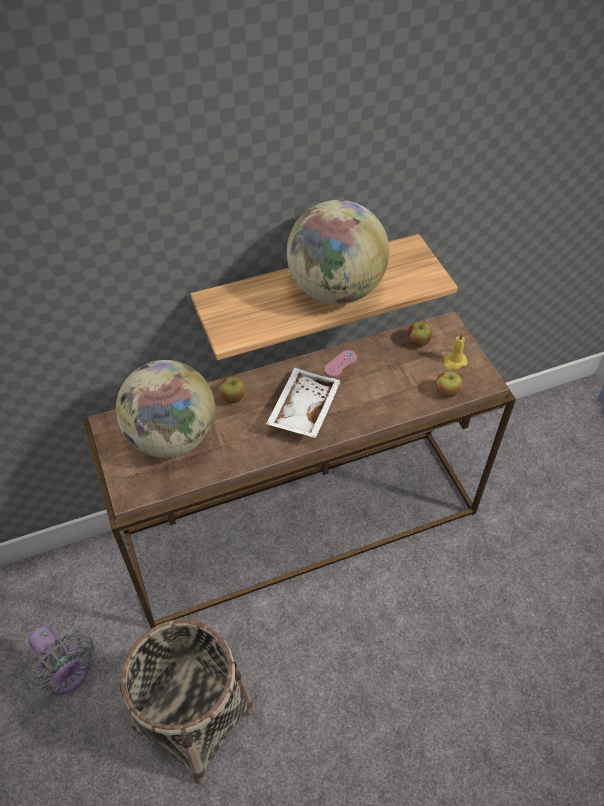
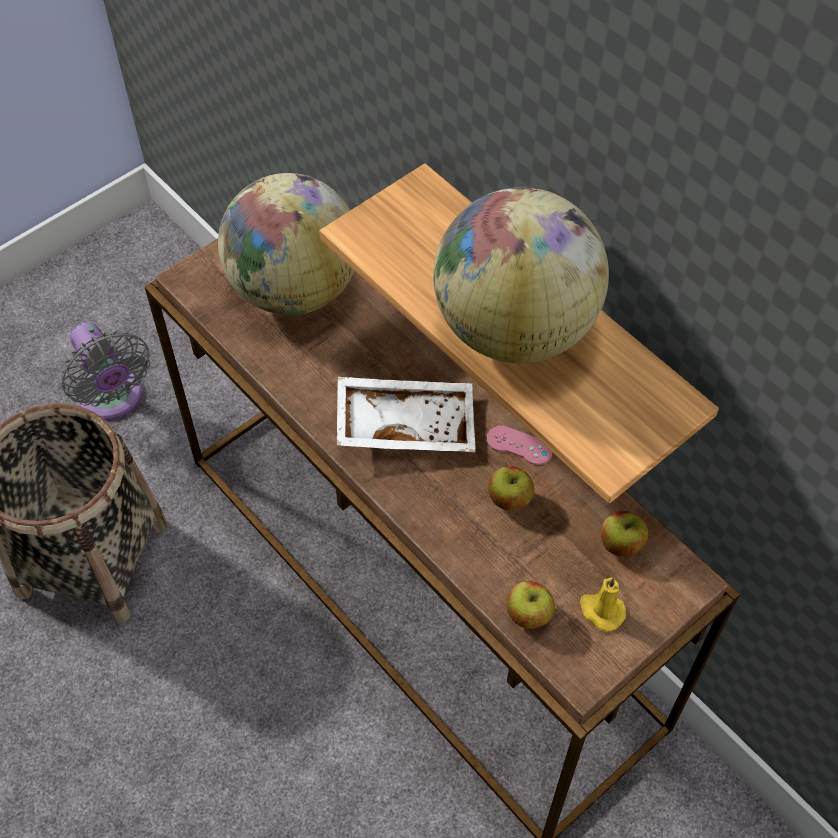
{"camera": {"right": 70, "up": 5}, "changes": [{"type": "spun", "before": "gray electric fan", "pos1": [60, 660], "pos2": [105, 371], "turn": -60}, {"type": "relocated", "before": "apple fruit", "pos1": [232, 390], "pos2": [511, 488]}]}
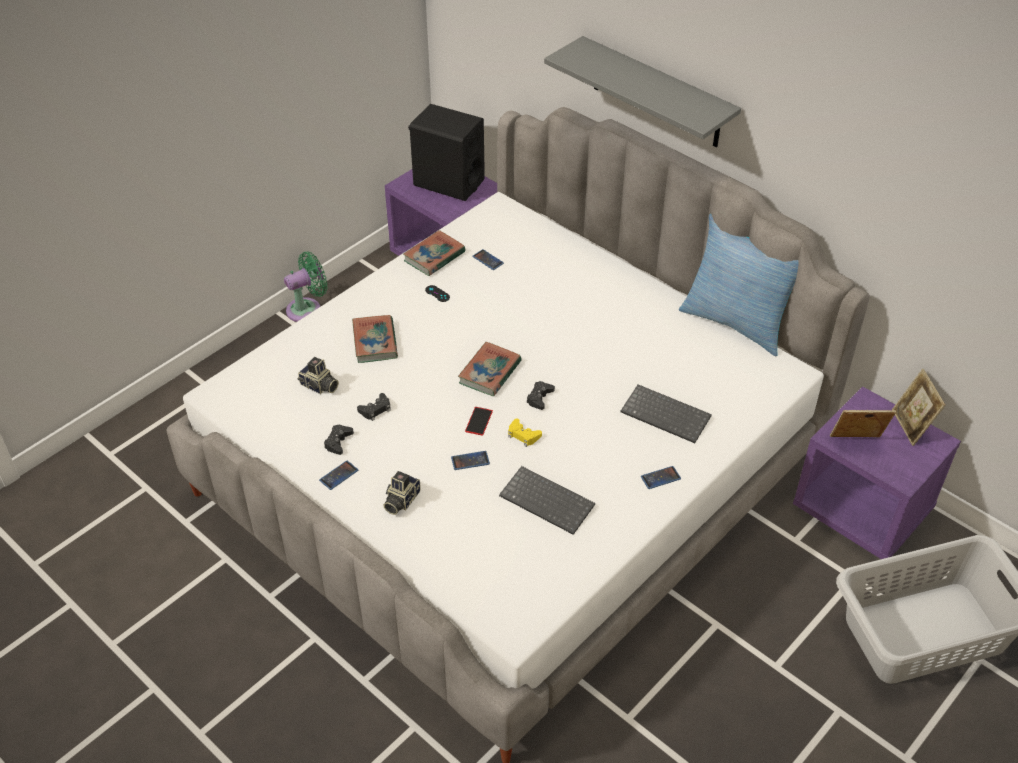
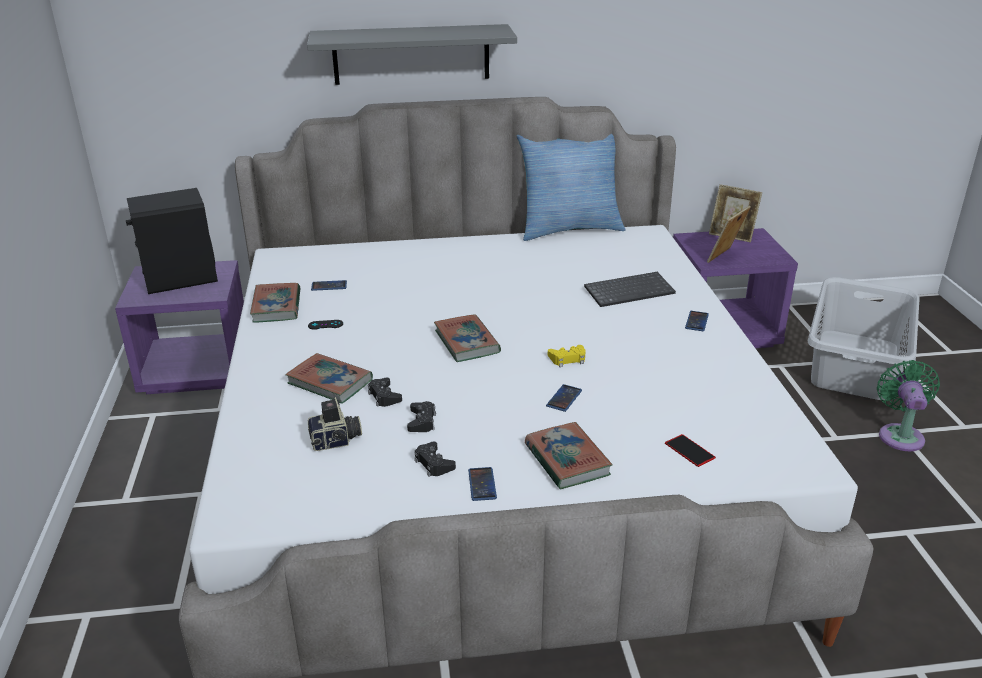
{"camera": {"right": -50, "up": -15}, "changes": [{"type": "relocated", "before": "green-coloured electric fan", "pos1": [306, 287], "pos2": [908, 405]}, {"type": "exchanged", "before": "photo camera", "after": "bound book", "pos1": [402, 493], "pos2": [569, 455]}, {"type": "relocated", "before": "telephone", "pos1": [479, 421], "pos2": [690, 450]}, {"type": "missing", "before": "keyboard", "pos1": [547, 500]}, {"type": "relocated", "before": "black-coloured joypad", "pos1": [540, 395], "pos2": [385, 392]}]}
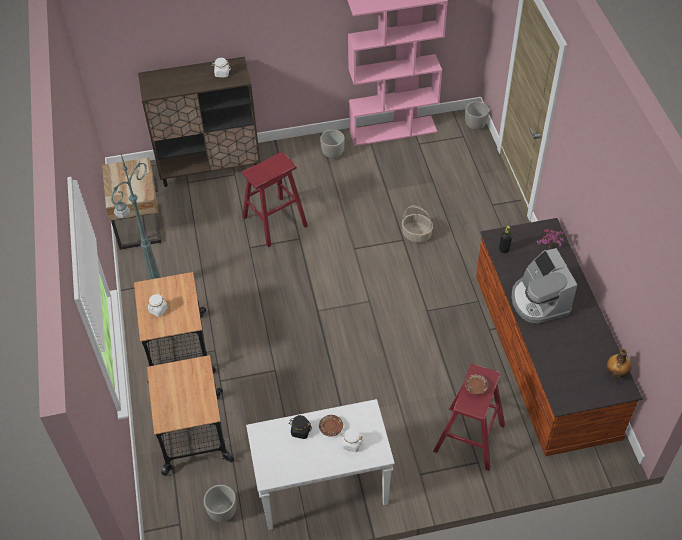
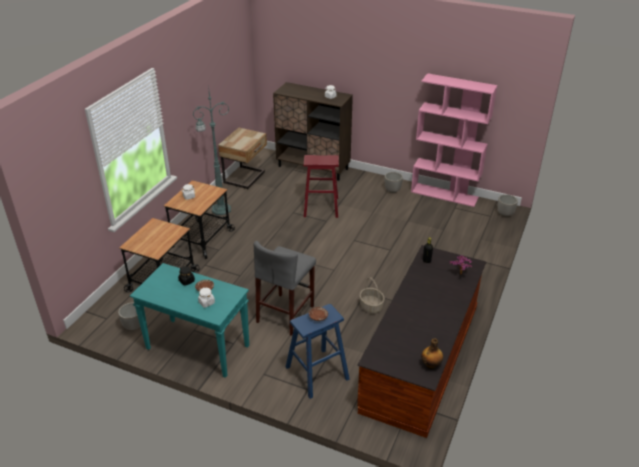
{"camera": {"right": 35, "up": -15}, "changes": [{"type": "colour", "before": "whitish console table", "after": "turquoise-coloured console table", "pos1": [320, 464], "pos2": [189, 320]}, {"type": "relocated", "before": "storage basket", "pos1": [417, 224], "pos2": [372, 295]}, {"type": "colour", "before": "reddish sitting stool", "after": "bluish sitting stool", "pos1": [469, 417], "pos2": [317, 351]}, {"type": "missing", "before": "coffee maker", "pos1": [544, 285]}, {"type": "appeared", "after": "gray sitting stool", "pos2": [285, 288]}]}
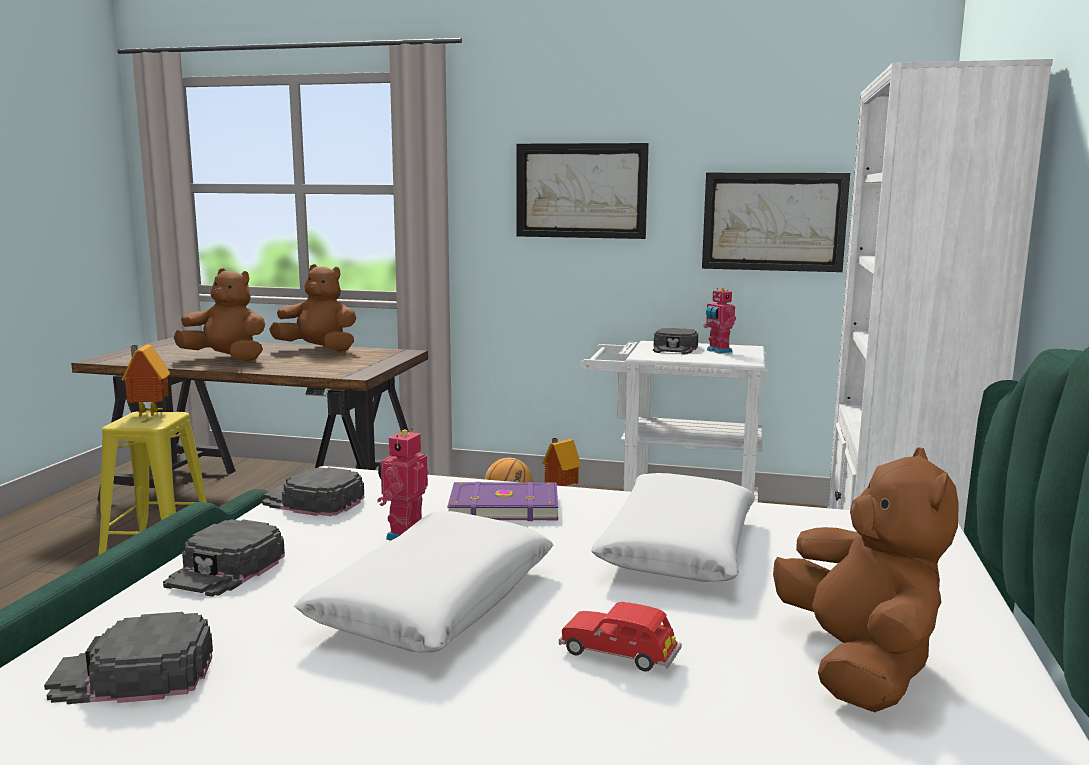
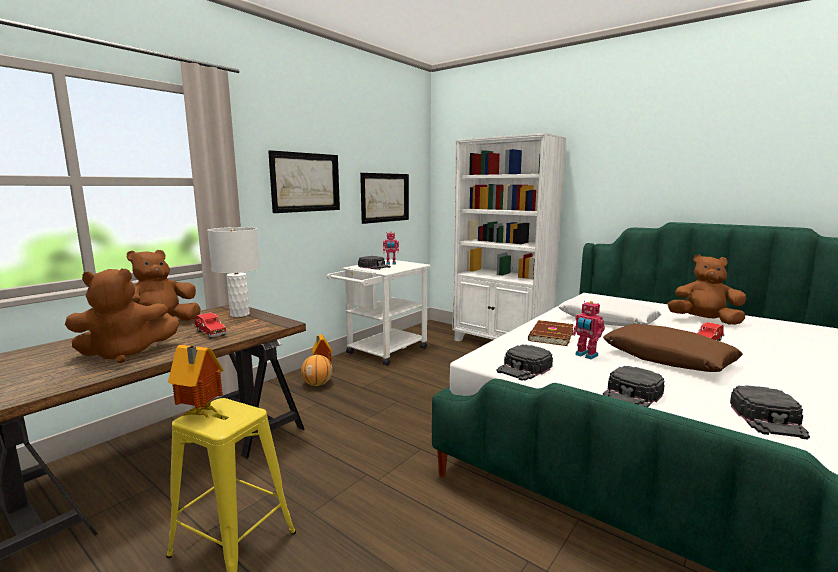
{"camera": {"right": -65, "up": 0}, "changes": [{"type": "spun", "before": "black-coloured cap", "pos1": [224, 558], "pos2": [634, 386], "turn": 90}, {"type": "spun", "before": "brown soft toy", "pos1": [219, 314], "pos2": [122, 316], "turn": -150}, {"type": "colour", "before": "whitish cushion", "after": "brown cushion", "pos1": [423, 581], "pos2": [673, 348]}, {"type": "colour", "before": "purple bound book", "after": "brown bound book", "pos1": [502, 501], "pos2": [551, 333]}, {"type": "appeared", "after": "reddish miniature car", "pos2": [210, 326]}, {"type": "appeared", "after": "whitish tabletop lamp", "pos2": [233, 272]}]}
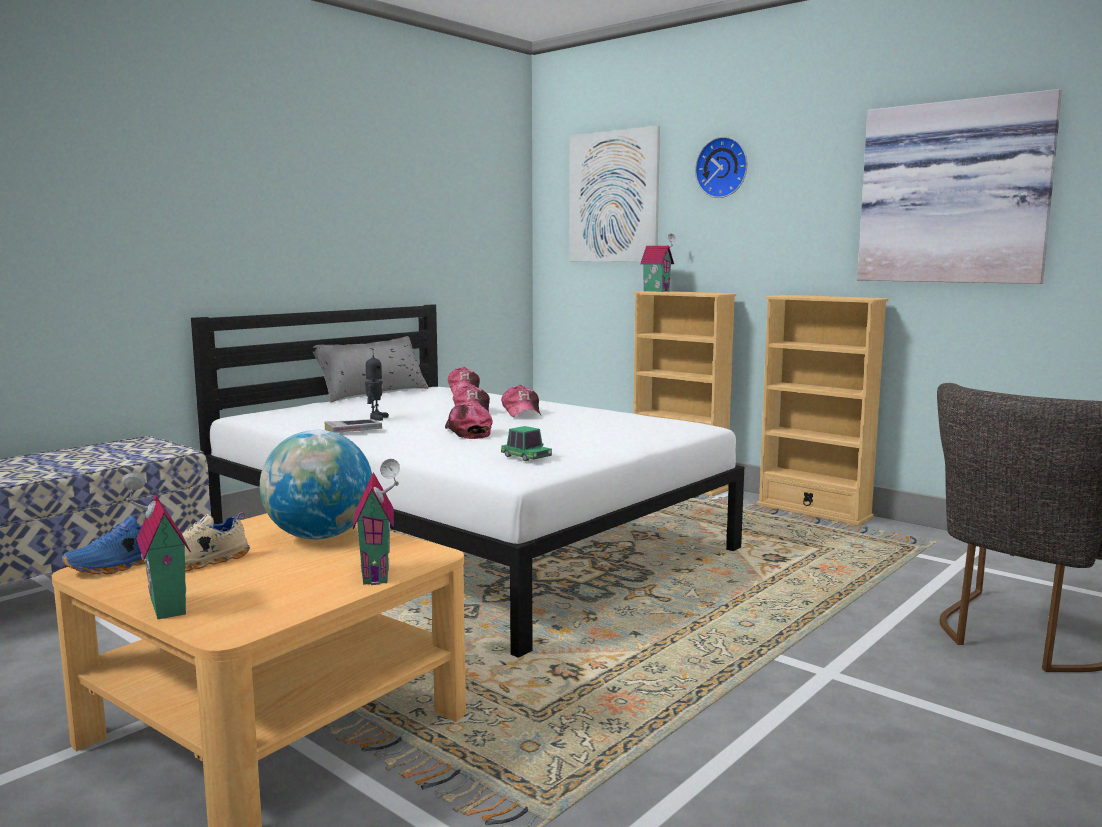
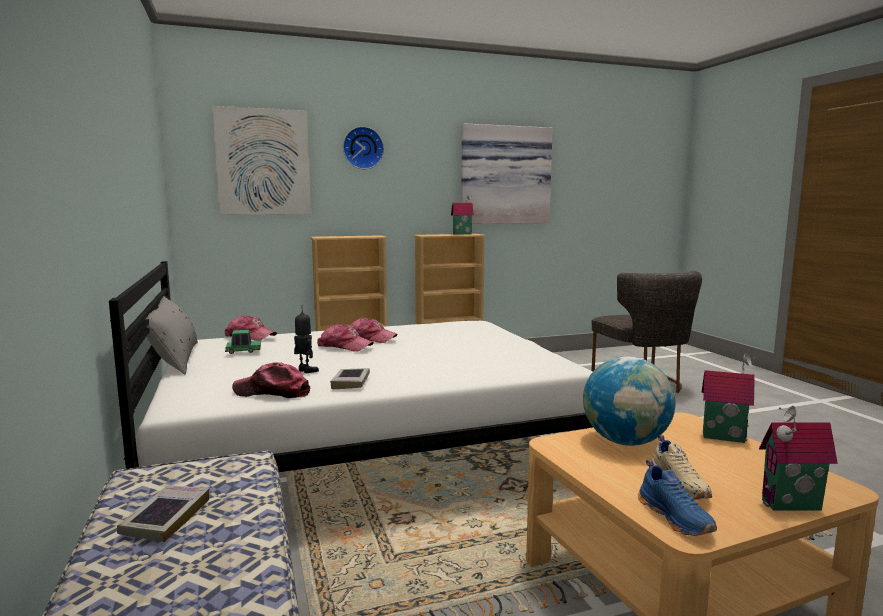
{"camera": {"right": -60, "up": 0}, "changes": [{"type": "relocated", "before": "cap", "pos1": [469, 421], "pos2": [271, 380]}, {"type": "relocated", "before": "miniature car", "pos1": [526, 443], "pos2": [243, 342]}, {"type": "relocated", "before": "model house", "pos1": [658, 263], "pos2": [462, 214]}, {"type": "appeared", "after": "bound book", "pos2": [163, 514]}]}
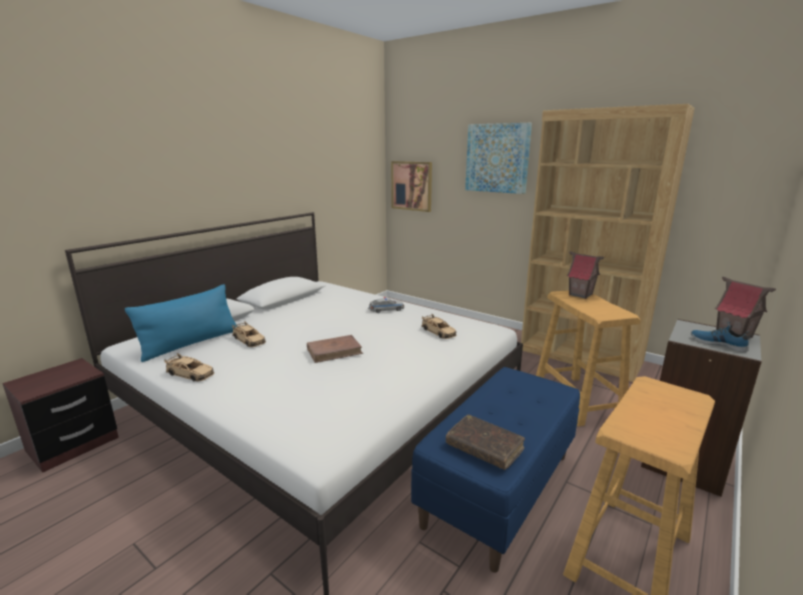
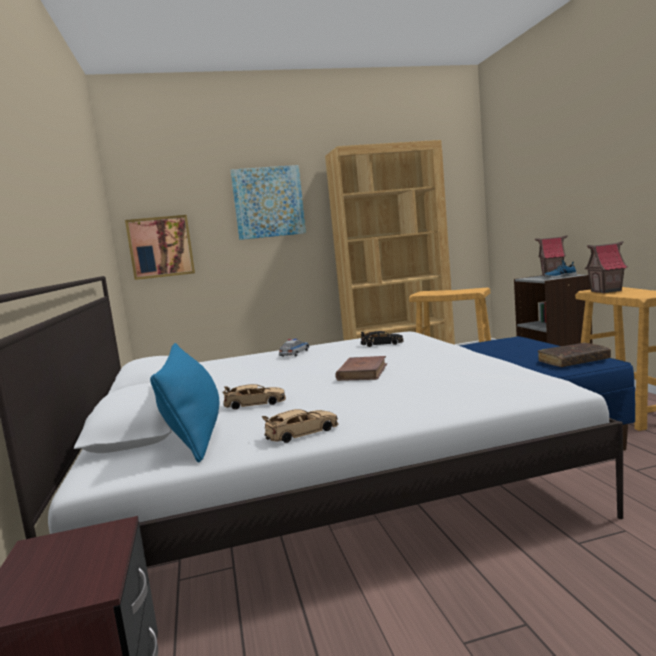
{"camera": {"right": -50, "up": -10}, "changes": [{"type": "colour", "before": "beige miniature car", "after": "black-coloured miniature car", "pos1": [438, 326], "pos2": [382, 339]}, {"type": "relocated", "before": "model house", "pos1": [585, 275], "pos2": [606, 267]}]}
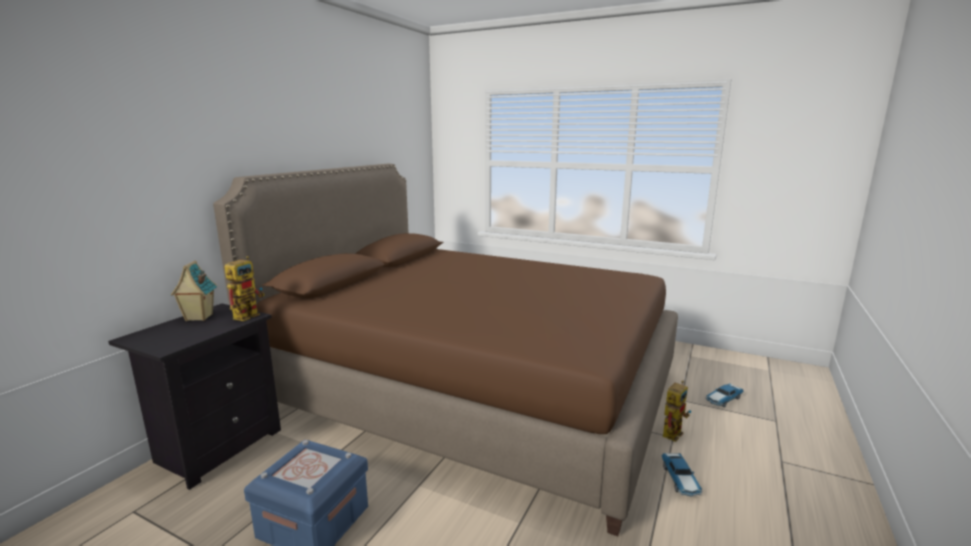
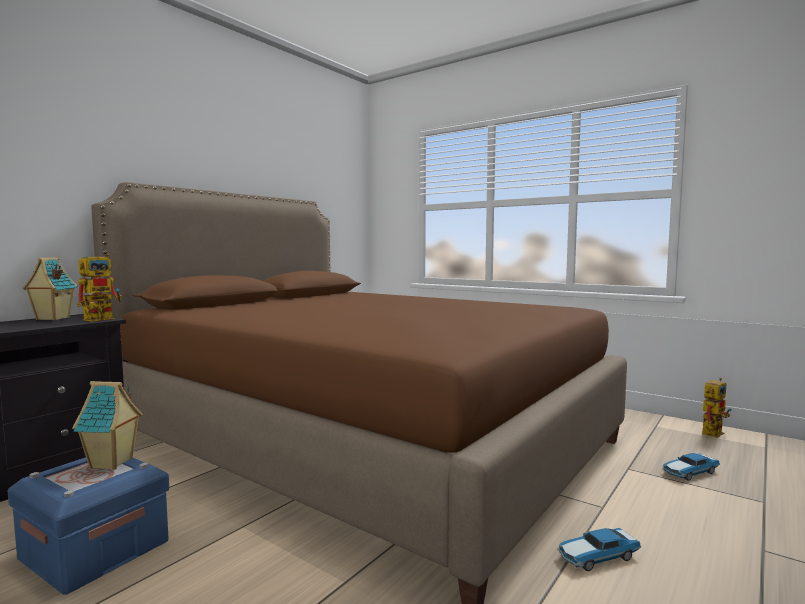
{"camera": {"right": 10, "up": -10}, "changes": [{"type": "spun", "before": "miniature car", "pos1": [681, 475], "pos2": [599, 549], "turn": 60}, {"type": "relocated", "before": "toy robot", "pos1": [677, 411], "pos2": [717, 408]}, {"type": "appeared", "after": "model house", "pos2": [107, 425]}]}
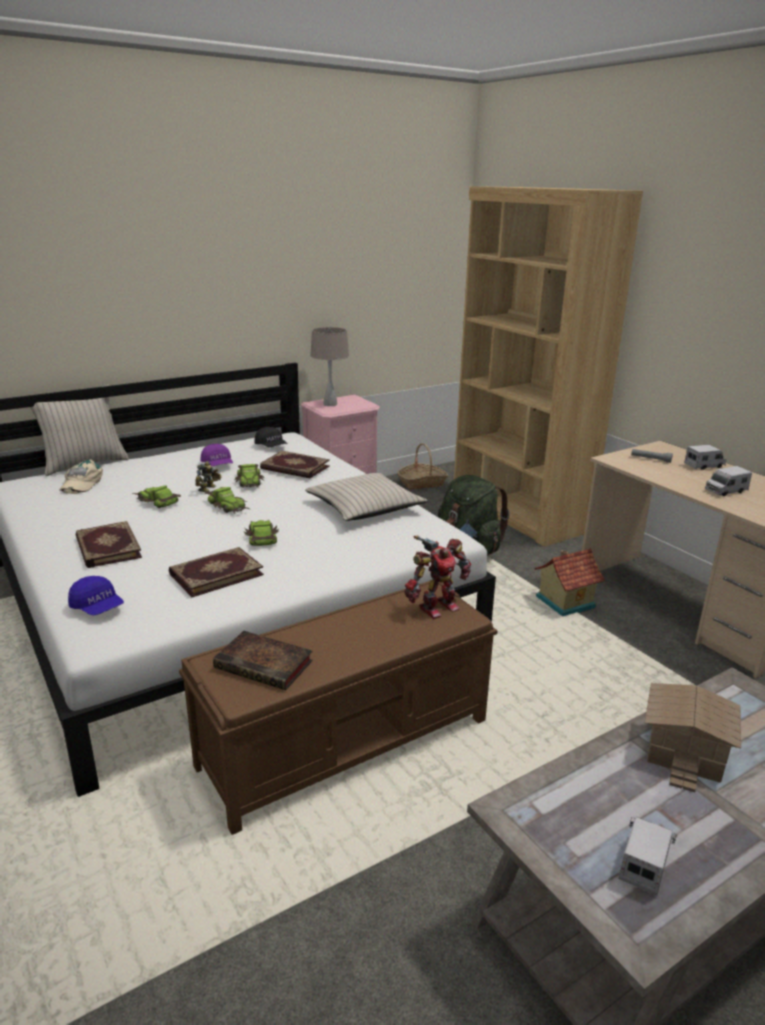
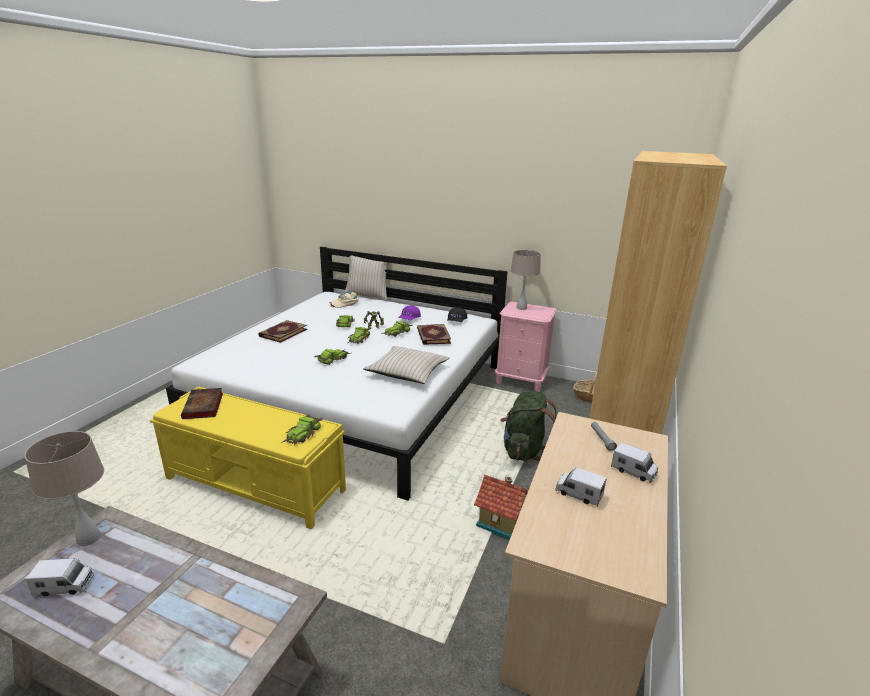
{"camera": {"right": 55, "up": 0}, "changes": [{"type": "missing", "before": "bluish cap", "pos1": [96, 596]}, {"type": "missing", "before": "bound book", "pos1": [216, 572]}, {"type": "colour", "before": "brown indoor bench", "after": "yellow-coloured indoor bench", "pos1": [338, 708], "pos2": [248, 457]}, {"type": "exchanged", "before": "toy robot", "after": "miniature car", "pos1": [437, 577], "pos2": [302, 430]}, {"type": "missing", "before": "model house", "pos1": [692, 737]}, {"type": "appeared", "after": "beige tabletop lamp", "pos2": [64, 488]}]}
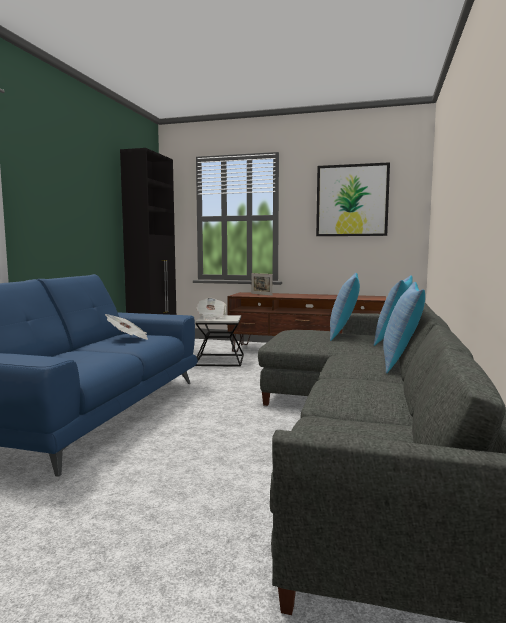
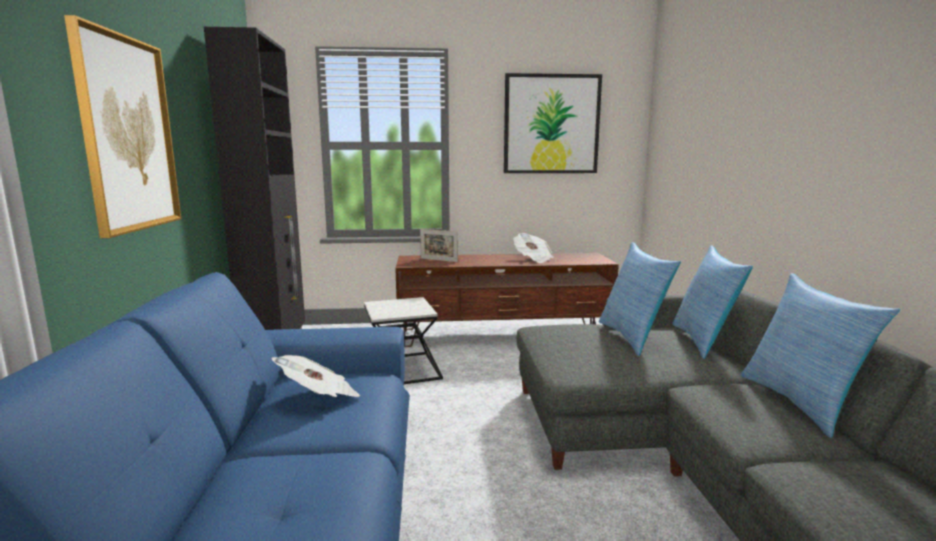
{"camera": {"right": -20, "up": 5}, "changes": [{"type": "relocated", "before": "newspaper", "pos1": [211, 309], "pos2": [533, 248]}, {"type": "appeared", "after": "picture", "pos2": [122, 126]}]}
